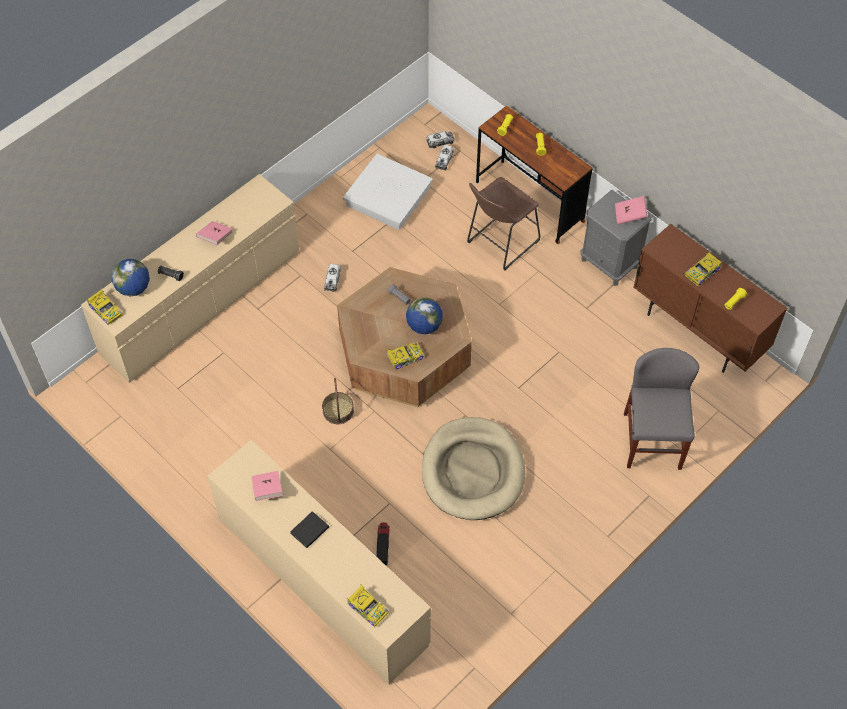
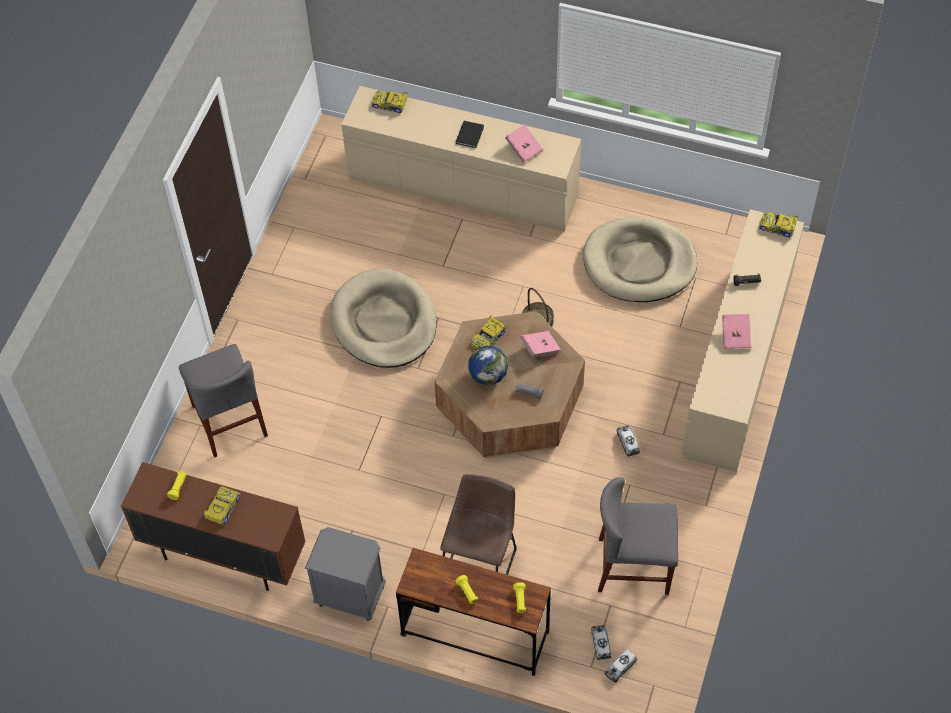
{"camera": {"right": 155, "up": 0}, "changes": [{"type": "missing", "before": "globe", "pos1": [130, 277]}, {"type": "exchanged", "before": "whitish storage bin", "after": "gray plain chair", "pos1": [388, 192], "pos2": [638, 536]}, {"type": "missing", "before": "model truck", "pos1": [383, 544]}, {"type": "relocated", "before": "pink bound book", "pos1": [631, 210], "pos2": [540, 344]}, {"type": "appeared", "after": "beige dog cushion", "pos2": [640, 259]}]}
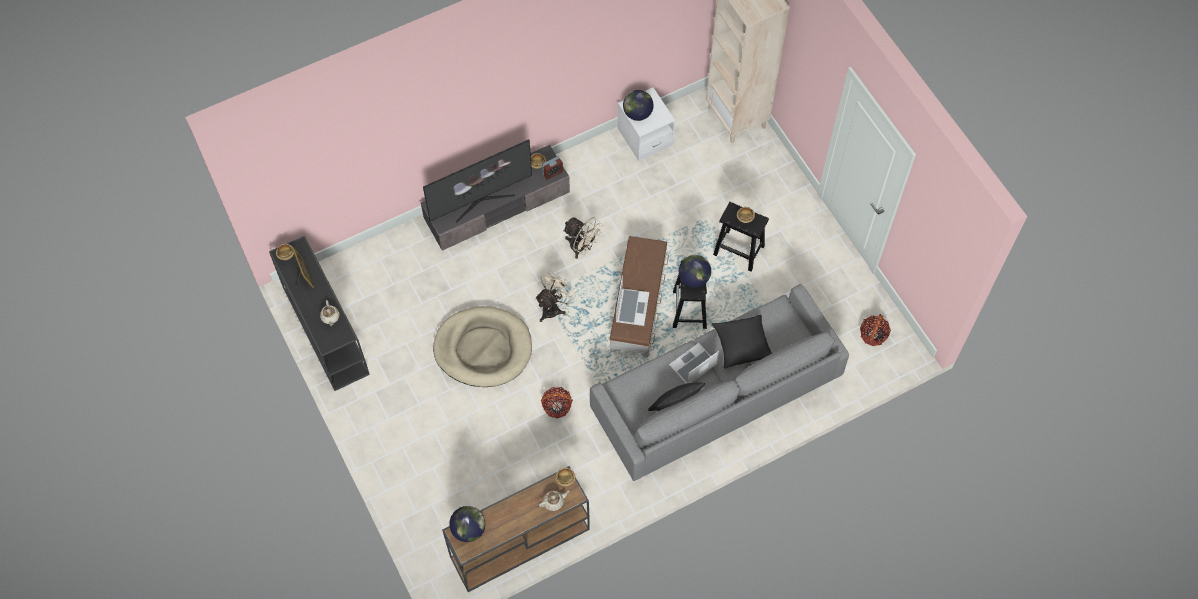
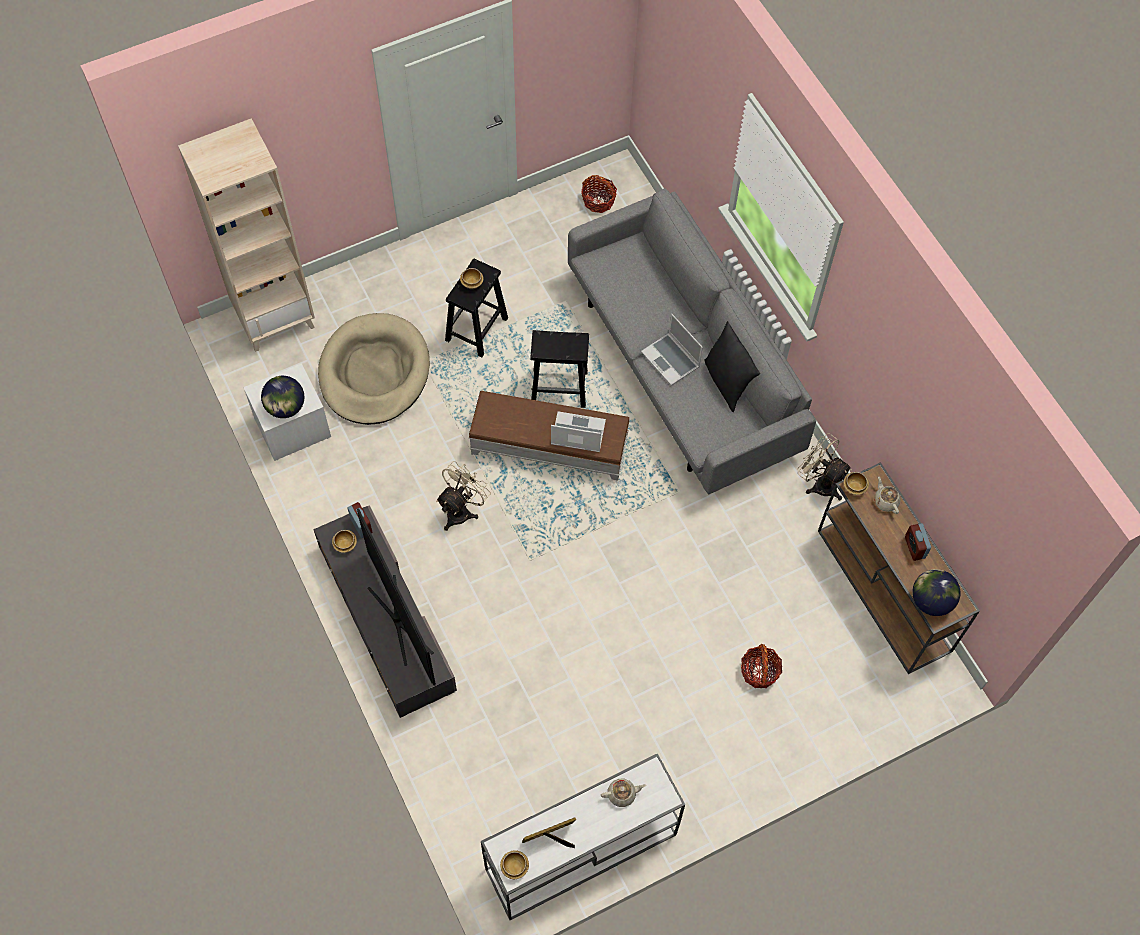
{"camera": {"right": -90, "up": 0}, "changes": [{"type": "colour", "before": "black-coloured console table", "after": "whitish console table", "pos1": [319, 313], "pos2": [583, 836]}, {"type": "relocated", "before": "beige dog cushion", "pos1": [482, 346], "pos2": [374, 369]}, {"type": "relocated", "before": "beige electric fan", "pos1": [555, 296], "pos2": [825, 466]}, {"type": "relocated", "before": "storage basket", "pos1": [557, 402], "pos2": [761, 666]}, {"type": "missing", "before": "globe", "pos1": [695, 271]}, {"type": "missing", "before": "black-coloured cushion", "pos1": [742, 341]}, {"type": "appeared", "after": "table clock", "pos2": [918, 542]}]}
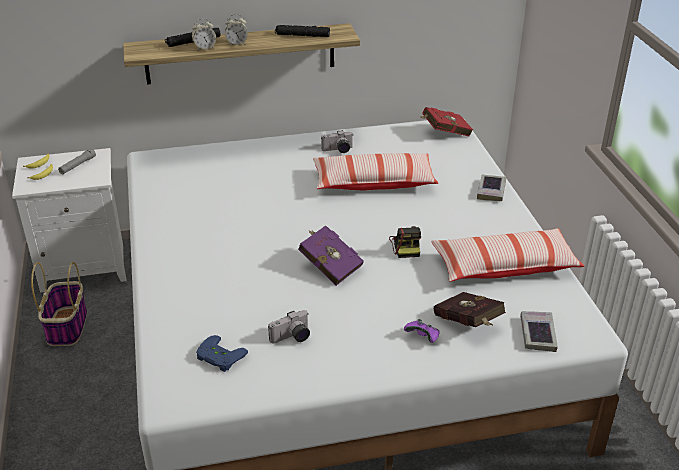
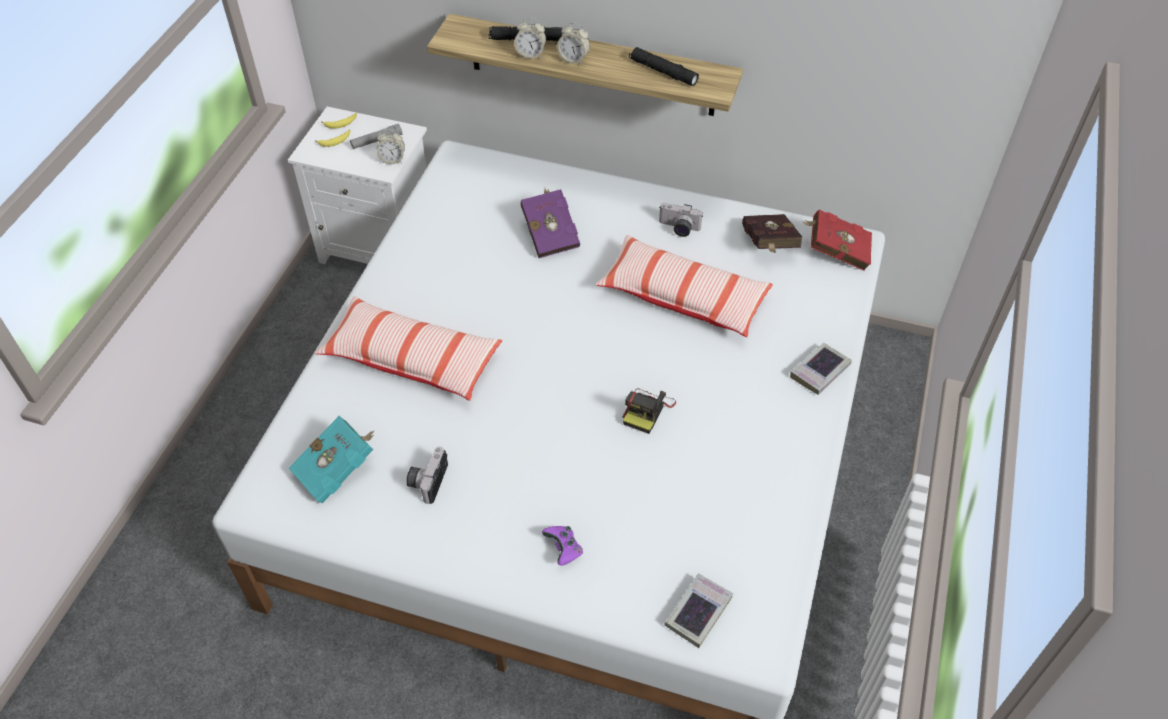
{"camera": {"right": 30, "up": 15}, "changes": [{"type": "missing", "before": "storage basket", "pos1": [59, 304]}, {"type": "exchanged", "before": "bluish joypad", "after": "turquoise-coloured bound book", "pos1": [222, 353], "pos2": [331, 459]}, {"type": "spun", "before": "photo camera", "pos1": [289, 326], "pos2": [427, 475], "turn": 105}, {"type": "relocated", "before": "purple bound book", "pos1": [331, 255], "pos2": [550, 222]}, {"type": "relocated", "before": "cushion", "pos1": [507, 255], "pos2": [408, 348]}, {"type": "relocated", "before": "reddish bound book", "pos1": [470, 309], "pos2": [772, 233]}, {"type": "appeared", "after": "table clock", "pos2": [390, 146]}]}
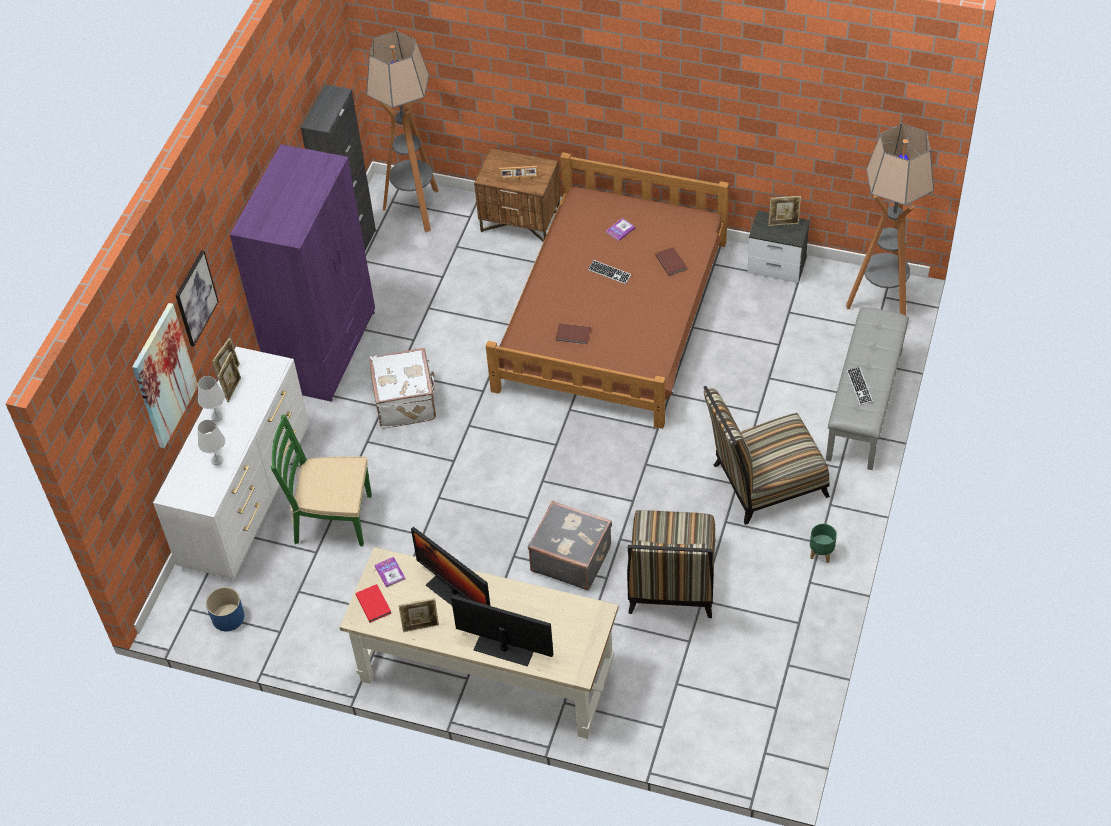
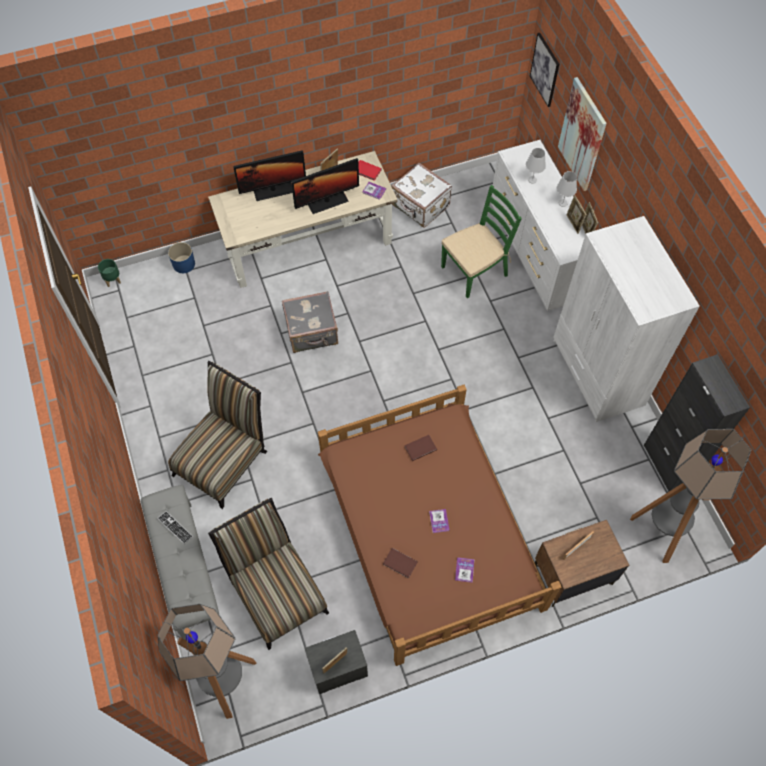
{"camera": {"right": 140, "up": 10}, "changes": [{"type": "relocated", "before": "picture", "pos1": [197, 298], "pos2": [544, 70]}, {"type": "relocated", "before": "bluish planter", "pos1": [225, 609], "pos2": [181, 257]}, {"type": "colour", "before": "purple clothes cupboard", "after": "whitish clothes cupboard", "pos1": [302, 273], "pos2": [626, 319]}, {"type": "relocated", "before": "whitish piece of luggage", "pos1": [402, 388], "pos2": [421, 195]}, {"type": "spun", "before": "computer screen", "pos1": [450, 566], "pos2": [325, 186], "turn": 150}, {"type": "exchanged", "before": "keyboard", "after": "bound book", "pos1": [609, 272], "pos2": [439, 521]}, {"type": "relocated", "before": "plain chair", "pos1": [671, 564], "pos2": [268, 574]}, {"type": "relocated", "before": "green-coloured planter", "pos1": [823, 543], "pos2": [109, 273]}]}
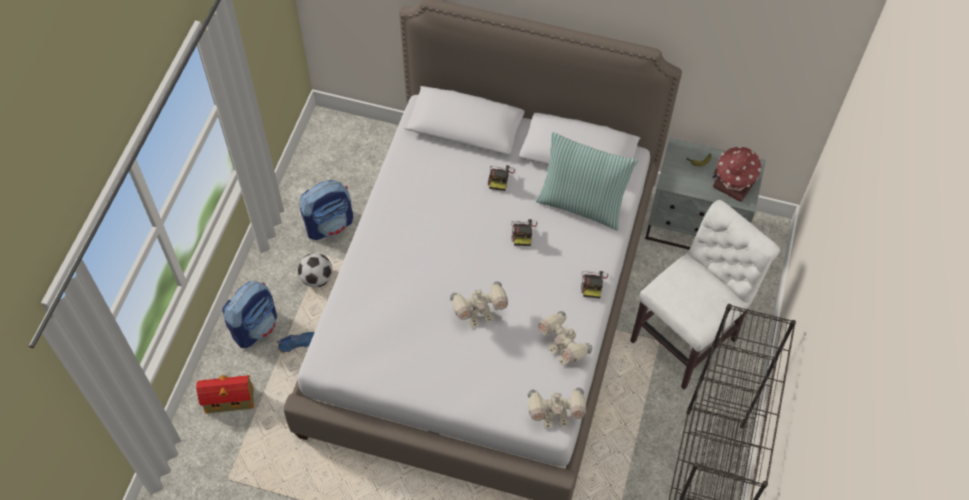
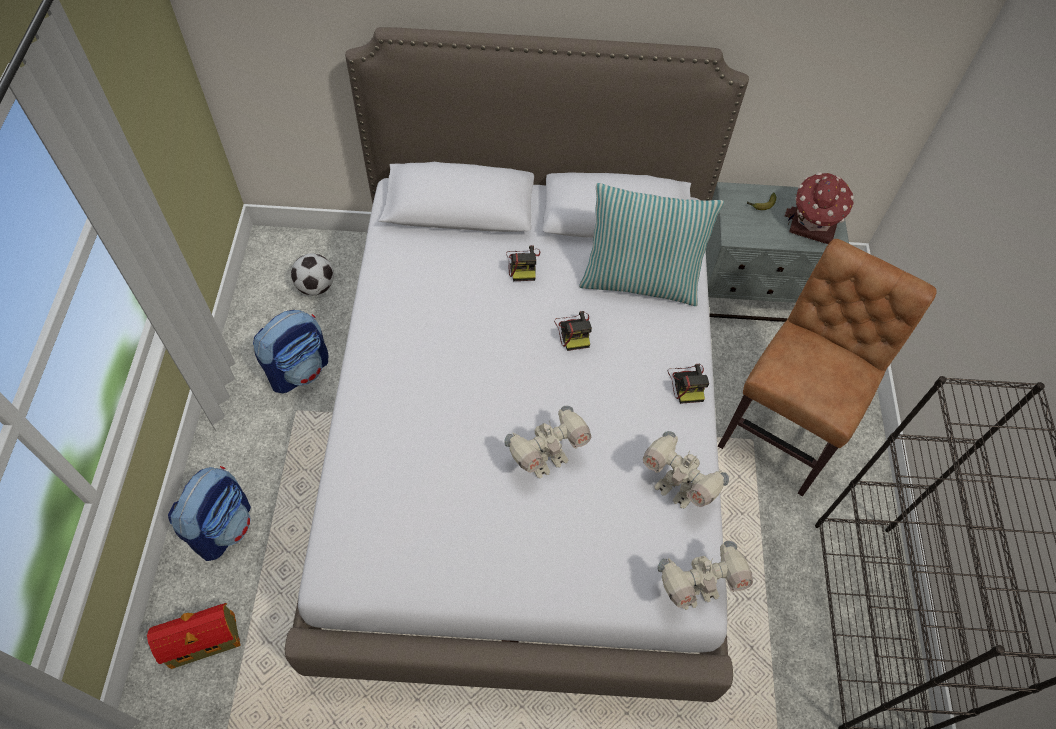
{"camera": {"right": -15, "up": 0}, "changes": [{"type": "missing", "before": "bluish item of footwear", "pos1": [296, 343]}, {"type": "relocated", "before": "ball for football", "pos1": [315, 270], "pos2": [312, 274]}, {"type": "colour", "before": "whitish plain chair", "after": "brown plain chair", "pos1": [705, 295], "pos2": [827, 367]}]}
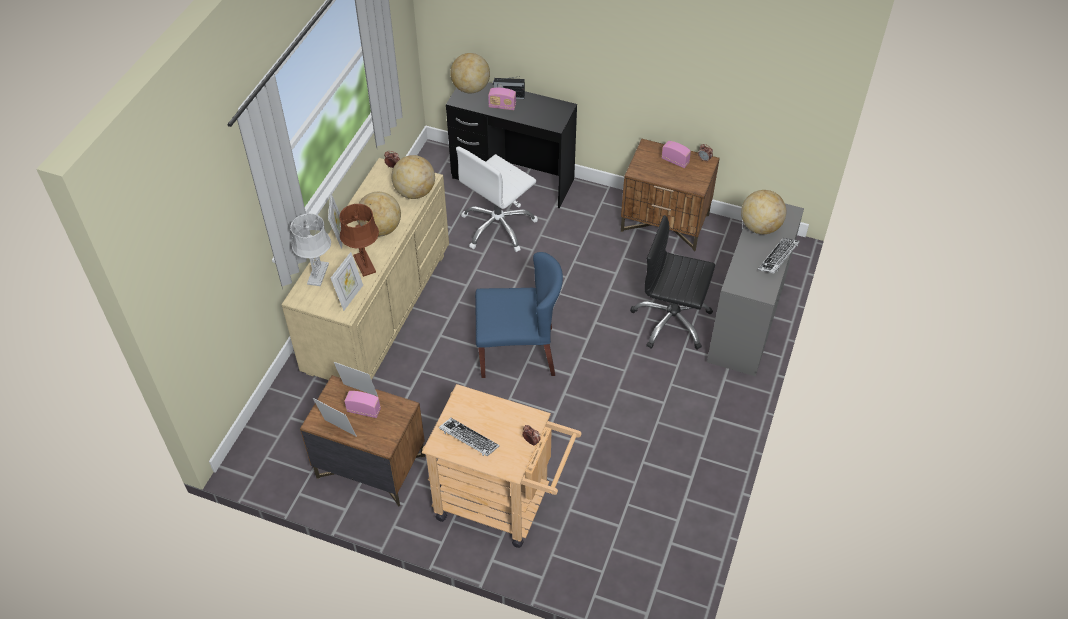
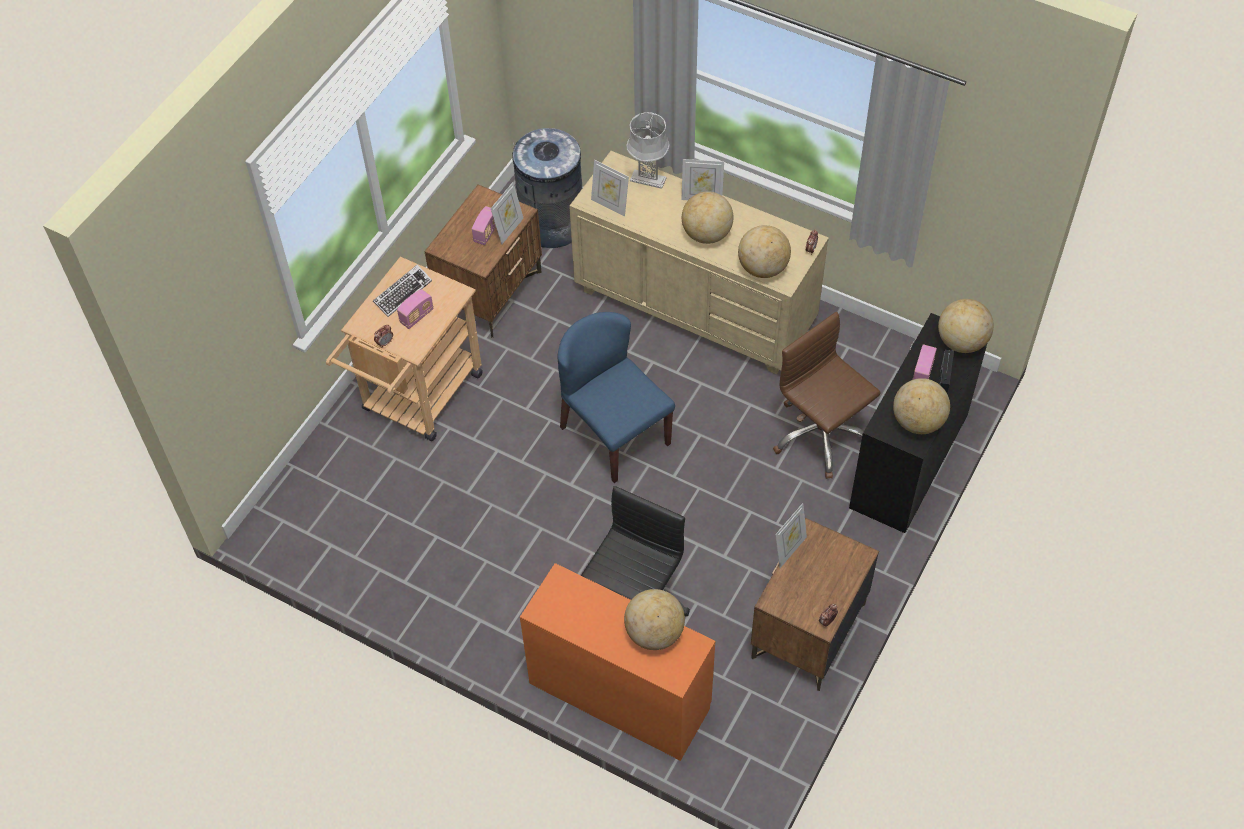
{"camera": {"right": 100, "up": 5}, "changes": [{"type": "relocated", "before": "standing frame", "pos1": [335, 417], "pos2": [791, 535]}, {"type": "missing", "before": "brown tabletop lamp", "pos1": [359, 240]}, {"type": "colour", "before": "whitish computer chair", "after": "brown computer chair", "pos1": [497, 199], "pos2": [827, 395]}, {"type": "spun", "before": "bluish plain chair", "pos1": [519, 315], "pos2": [616, 397], "turn": 135}, {"type": "relocated", "before": "radio receiver", "pos1": [676, 154], "pos2": [415, 309]}, {"type": "colour", "before": "gray desk", "after": "orange-coloured desk", "pos1": [755, 290], "pos2": [617, 662]}, {"type": "missing", "before": "keyboard", "pos1": [778, 255]}, {"type": "appeared", "after": "gray rubbish bin", "pos2": [547, 188]}, {"type": "appeared", "after": "globe", "pos2": [921, 406]}]}
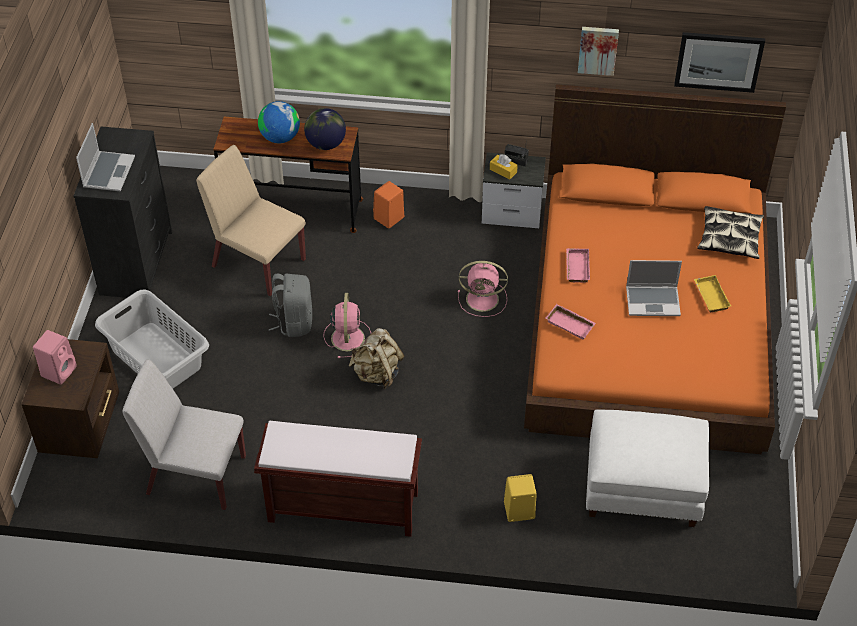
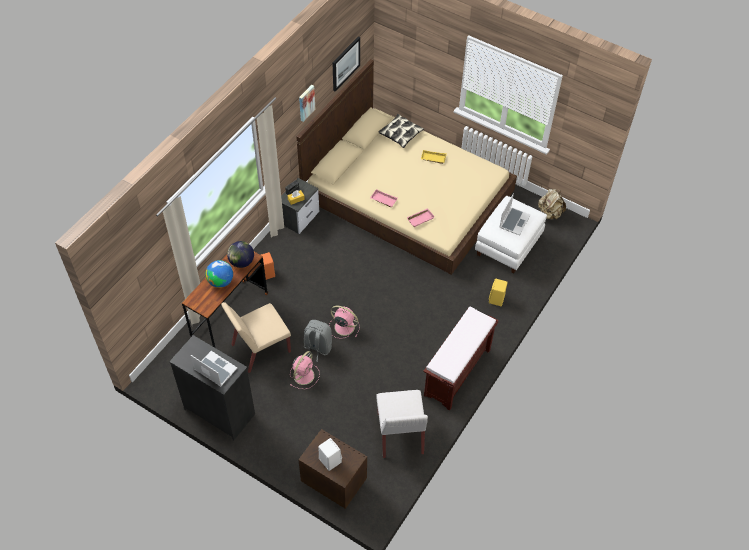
{"camera": {"right": -65, "up": 5}, "changes": [{"type": "colour", "before": "pink loudspeaker", "after": "whitish loudspeaker", "pos1": [55, 357], "pos2": [330, 454]}, {"type": "missing", "before": "gray laundry basket", "pos1": [152, 339]}, {"type": "spun", "before": "whitish plain chair", "pos1": [184, 434], "pos2": [402, 424], "turn": -45}, {"type": "relocated", "before": "beige knapsack", "pos1": [376, 358], "pos2": [552, 204]}, {"type": "relocated", "before": "pink electric fan", "pos1": [483, 289], "pos2": [305, 370]}, {"type": "colour", "before": "orange-coloured bed", "after": "beige bed", "pos1": [655, 269], "pos2": [406, 167]}, {"type": "relocated", "before": "notebook computer", "pos1": [654, 288], "pos2": [514, 214]}]}
